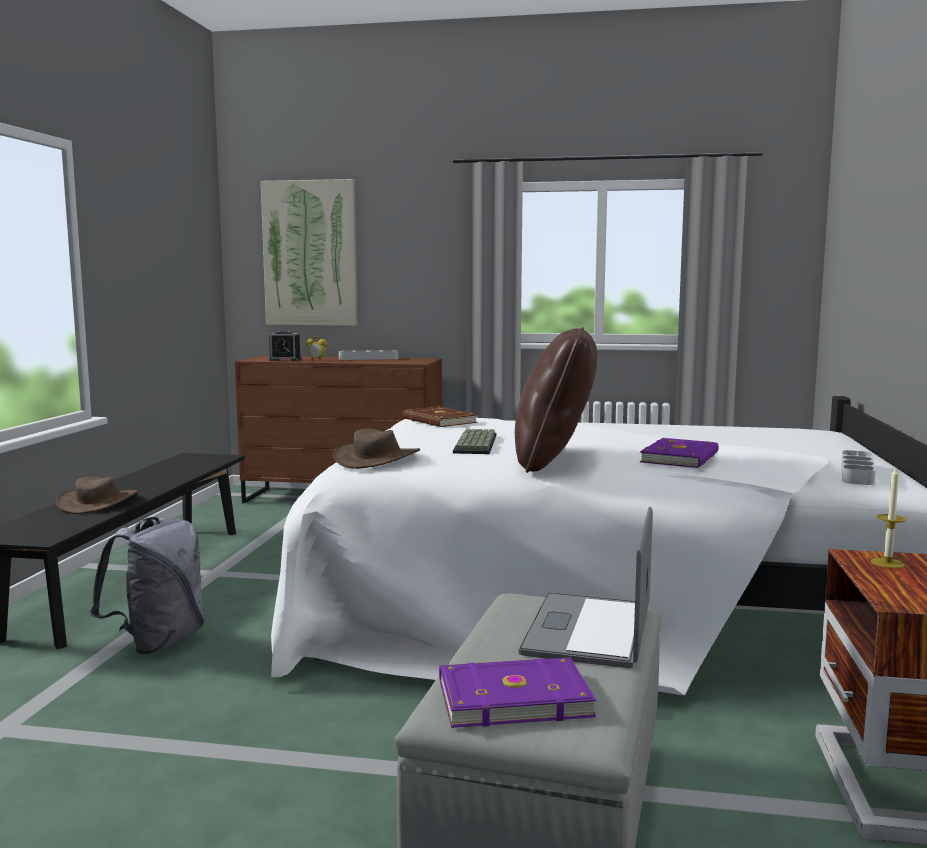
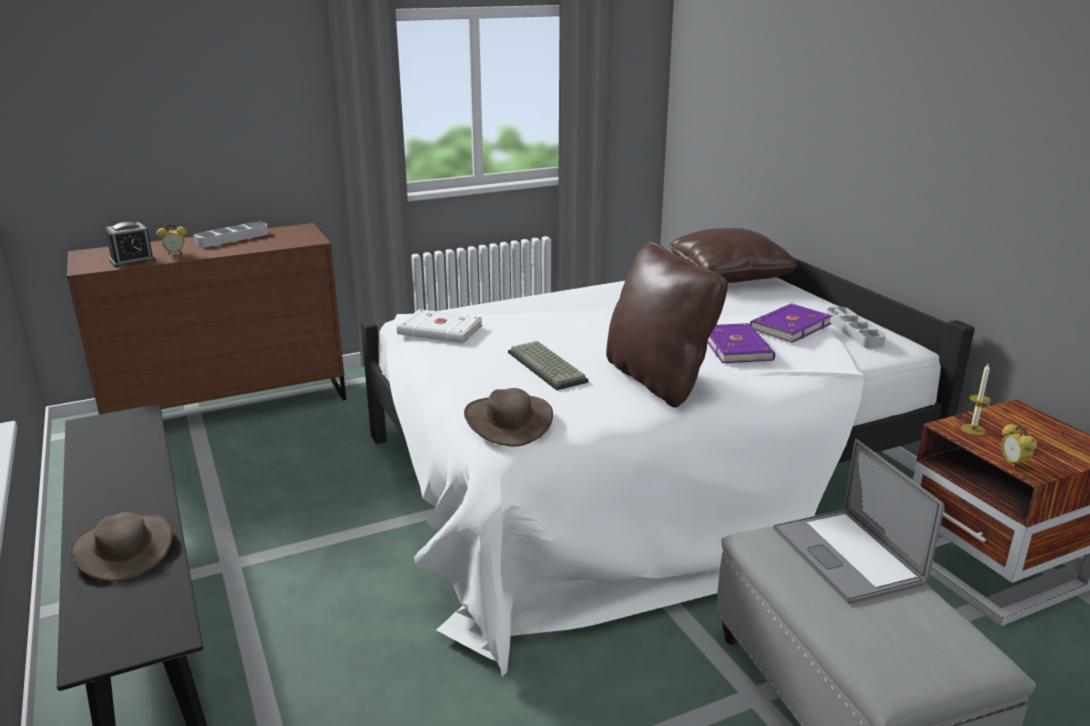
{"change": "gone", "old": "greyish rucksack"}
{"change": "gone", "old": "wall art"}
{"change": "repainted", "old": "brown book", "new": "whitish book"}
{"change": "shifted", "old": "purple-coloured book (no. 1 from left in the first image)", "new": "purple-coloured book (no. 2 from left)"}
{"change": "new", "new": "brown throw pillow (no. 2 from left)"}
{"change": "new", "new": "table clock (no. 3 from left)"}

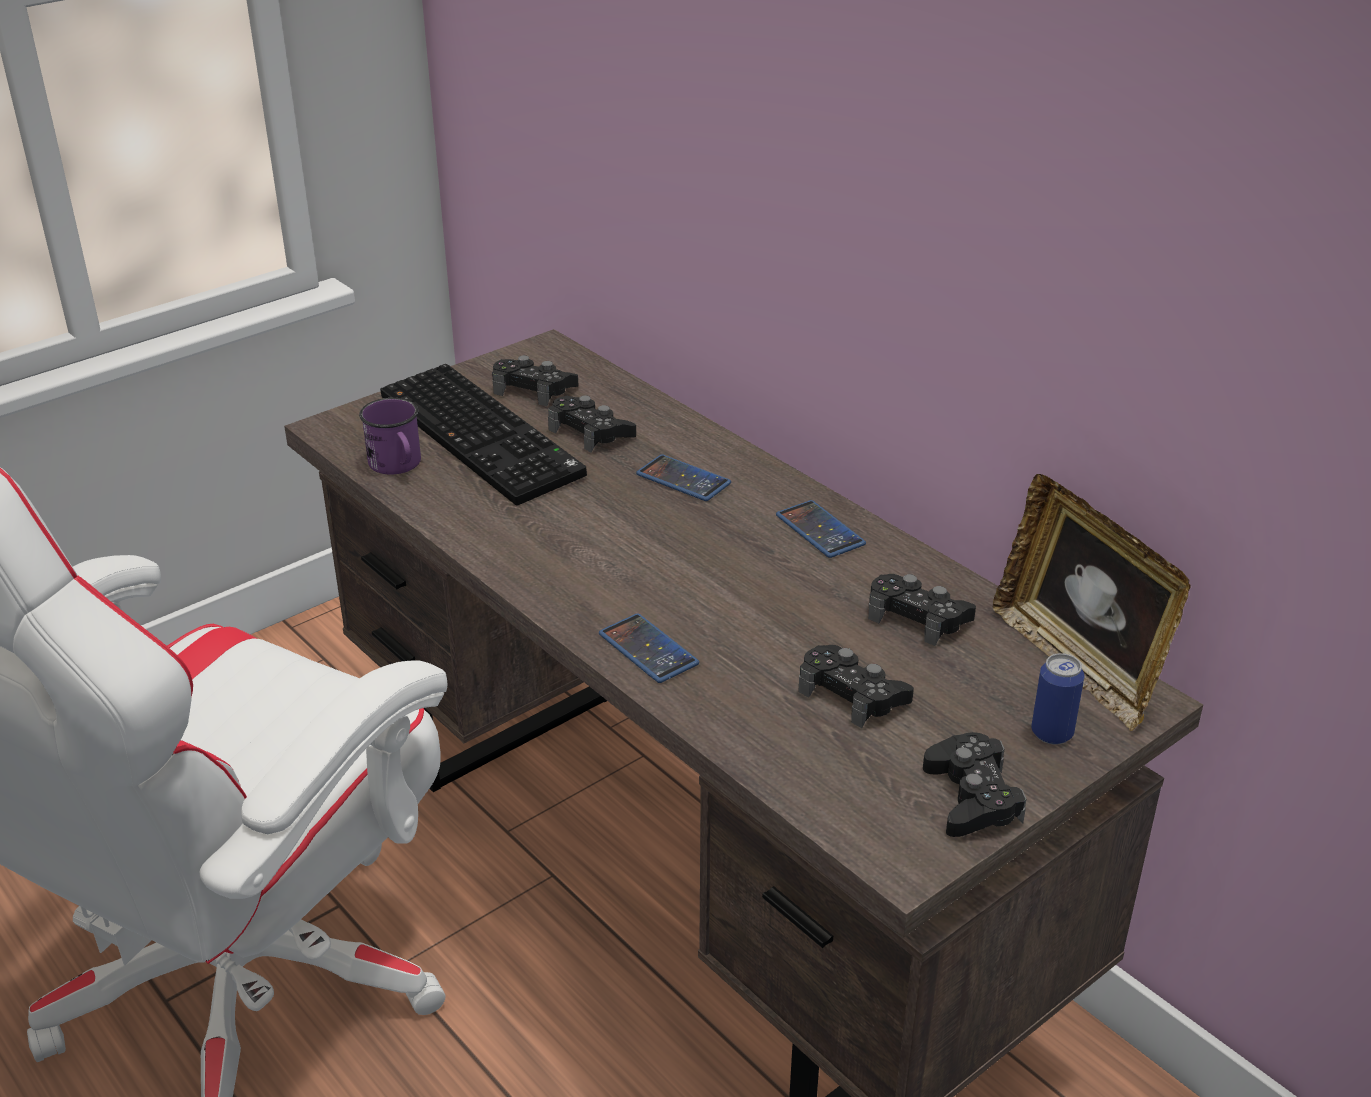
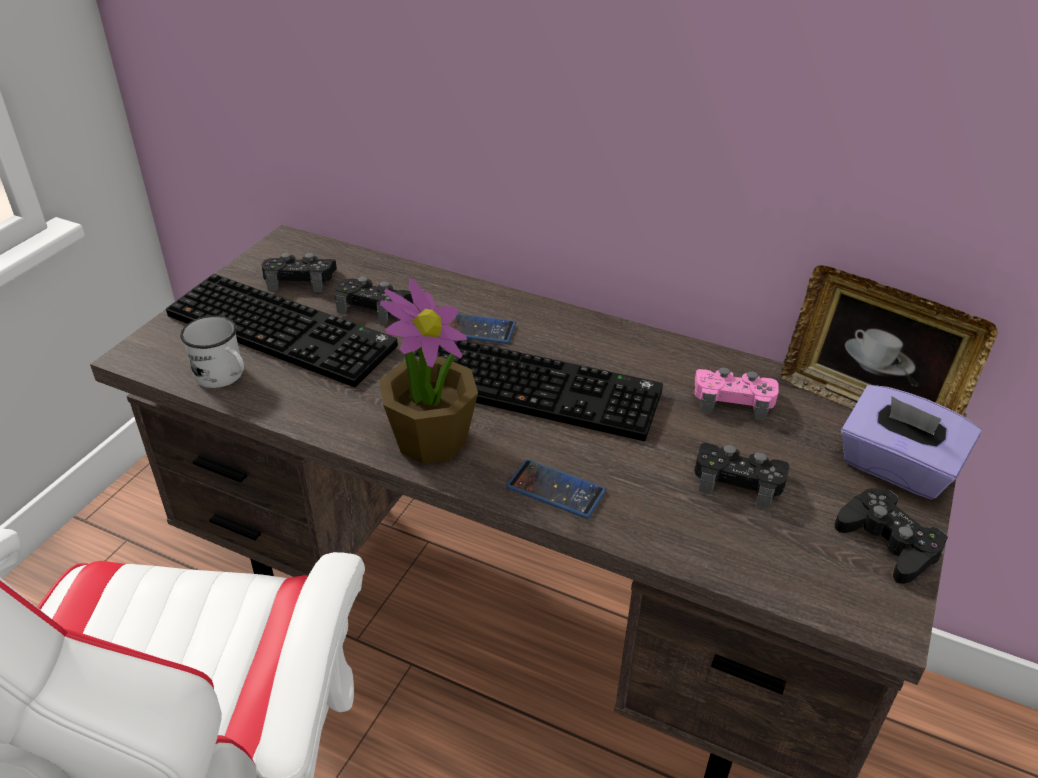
{"change": "repainted", "old": "purple-coloured coffee mug", "new": "whitish coffee mug"}
{"change": "gone", "old": "telephone (no. 3 from left)"}
{"change": "repainted", "old": "black-coloured joypad (no. 4 from left)", "new": "pink-coloured joypad"}
{"change": "swapped", "old": "sealed can", "new": "purple-coloured box of tissues"}
{"change": "new", "new": "potted plant"}
{"change": "new", "new": "computer keyboard (no. 2 from left)"}

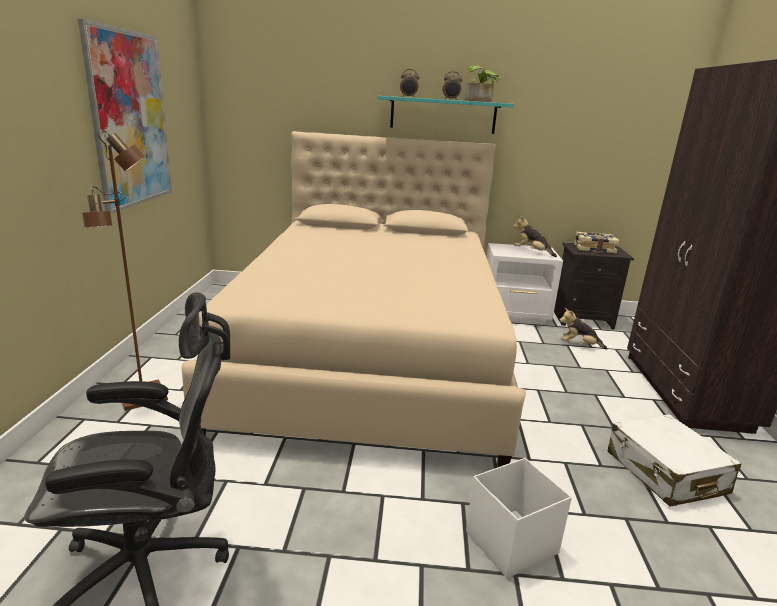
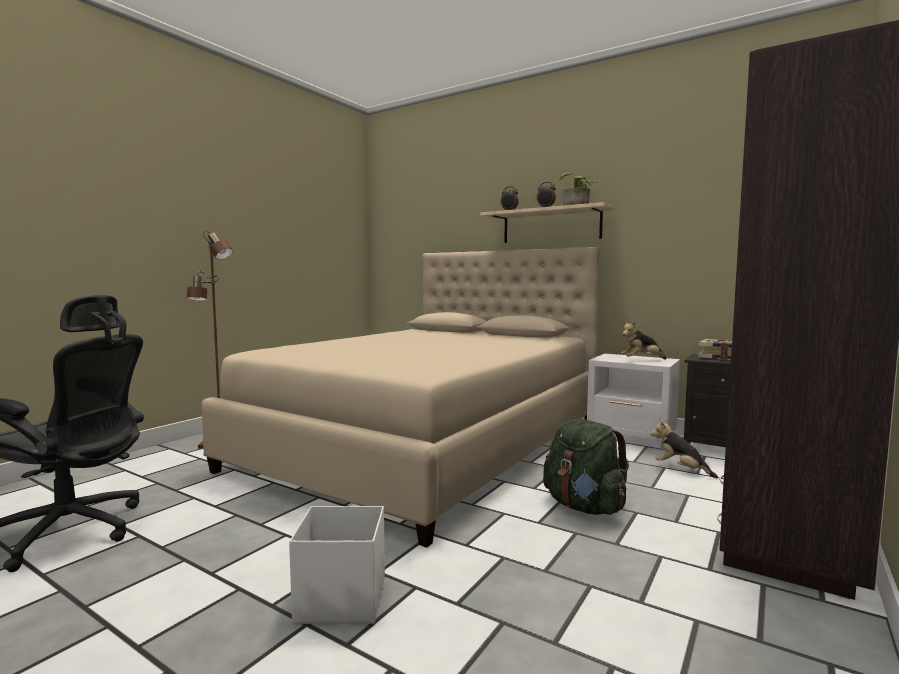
{"change": "gone", "old": "wall art"}
{"change": "repainted", "old": "turquoise-coloured wall shelf", "new": "sand-coloured wall shelf"}
{"change": "rotated", "old": "plush toy (no. 1 from left)", "degrees": -75}
{"change": "gone", "old": "whitish suitcase"}
{"change": "new", "new": "green rucksack"}

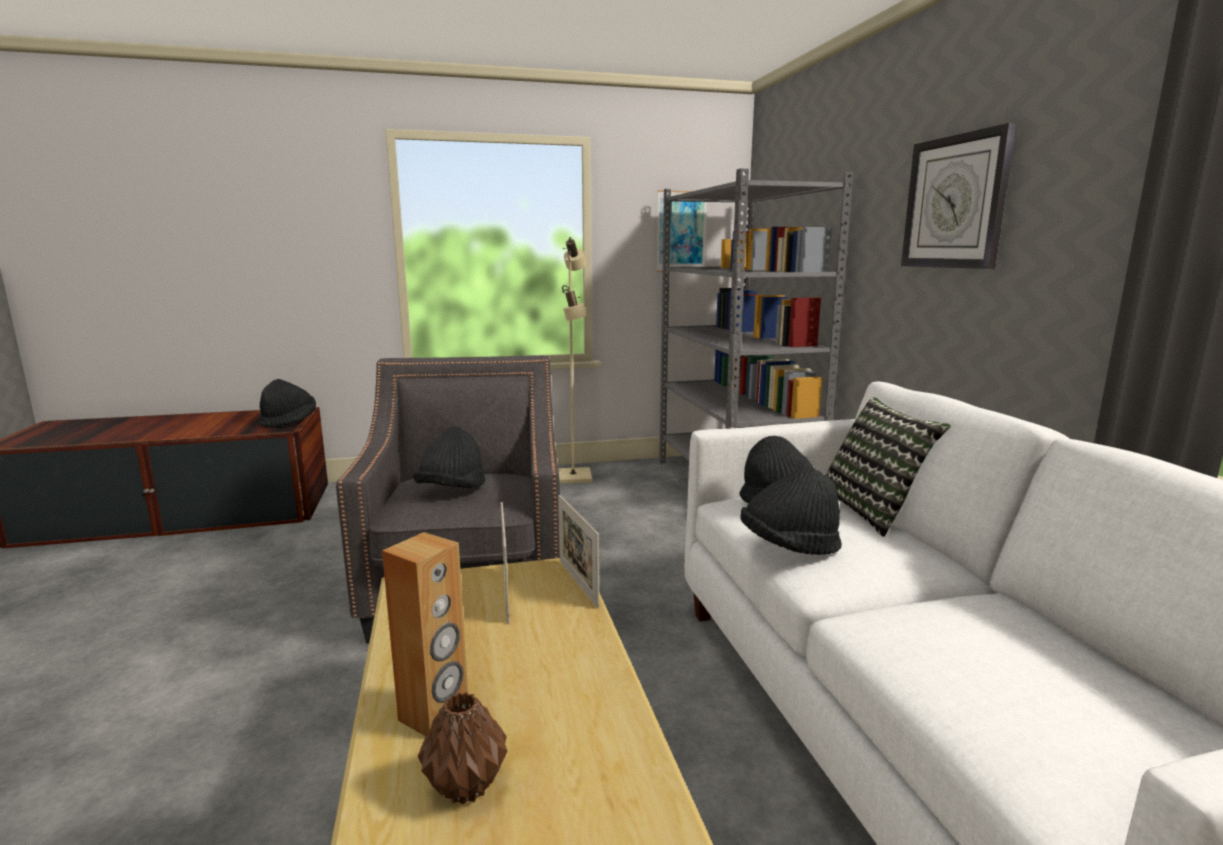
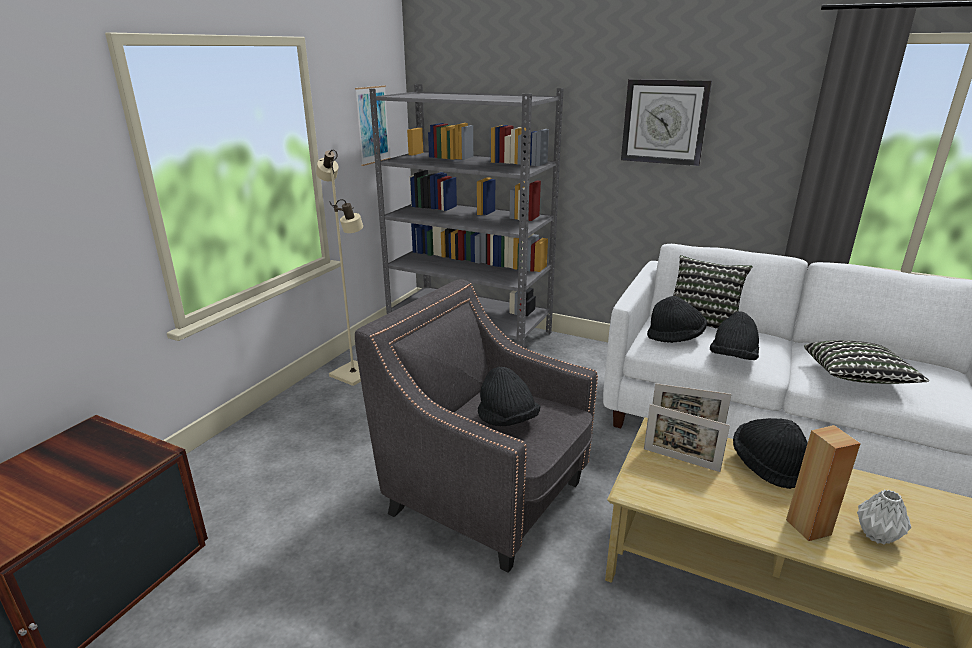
{"change": "shifted", "old": "black-coloured wearable hat (no. 1 from left in the first image)", "new": "black-coloured wearable hat (no. 4 from left)"}
{"change": "repainted", "old": "brown vase", "new": "greyish vase"}
{"change": "new", "new": "throw pillow (no. 2 from left)"}

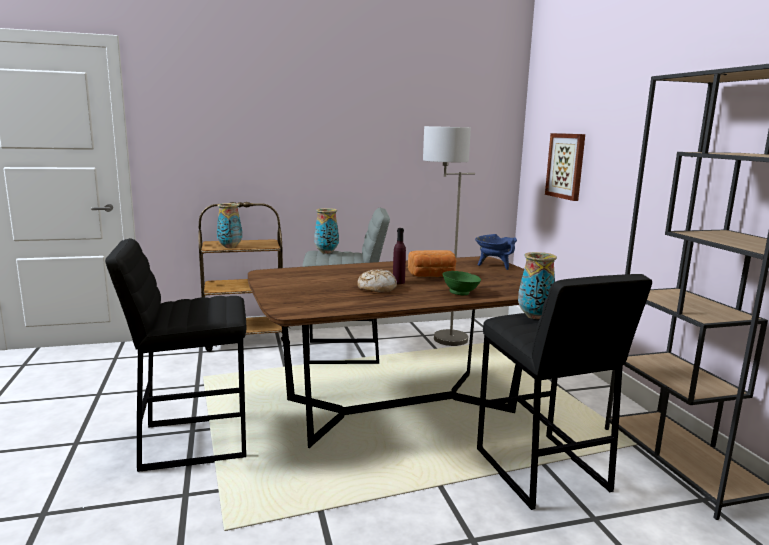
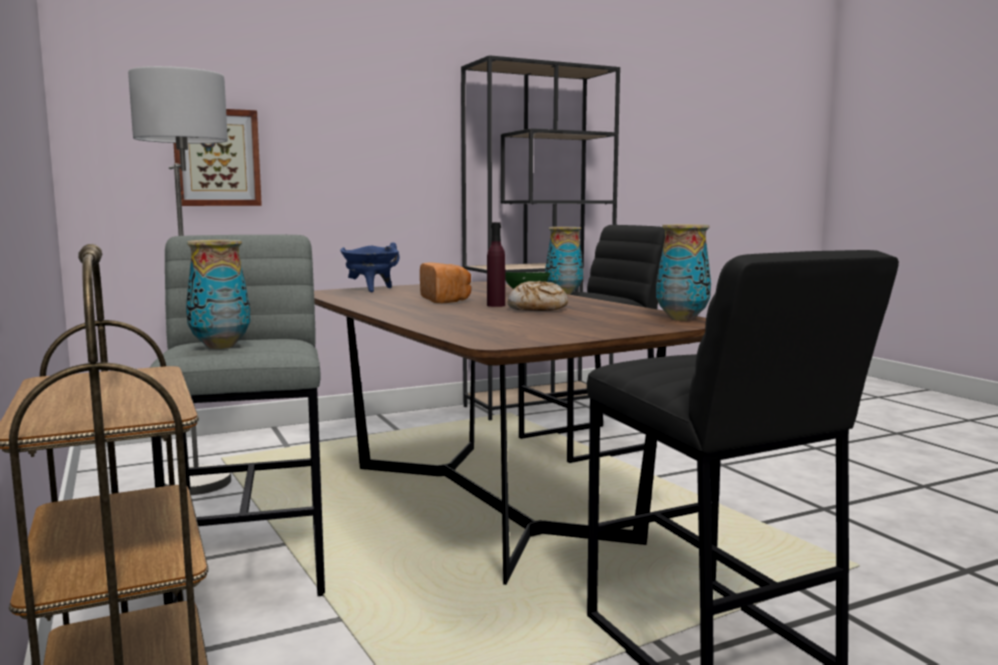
{"change": "shifted", "old": "vase (no. 1 from left in the first image)", "new": "vase (no. 3 from left)"}

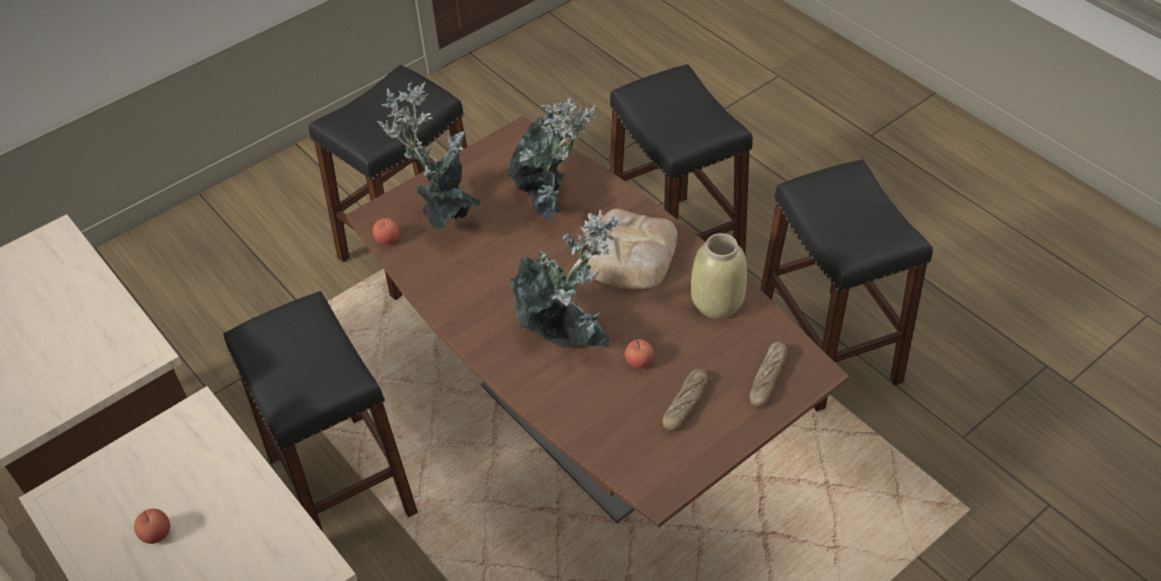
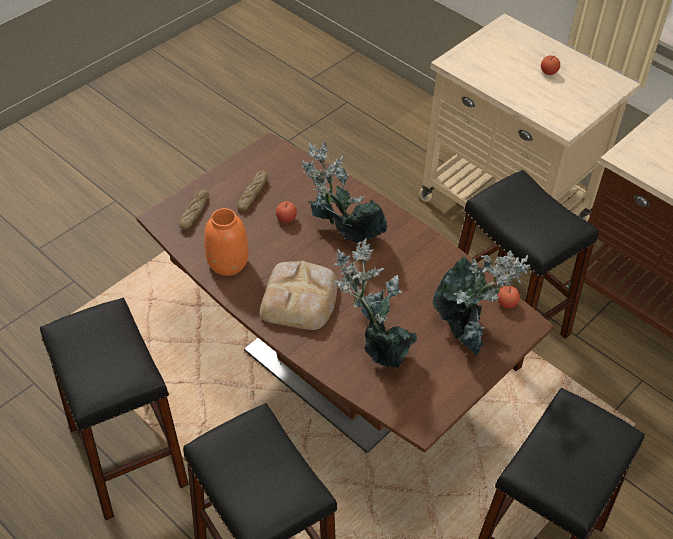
{"change": "repainted", "old": "sand-coloured vase", "new": "orangey vase"}

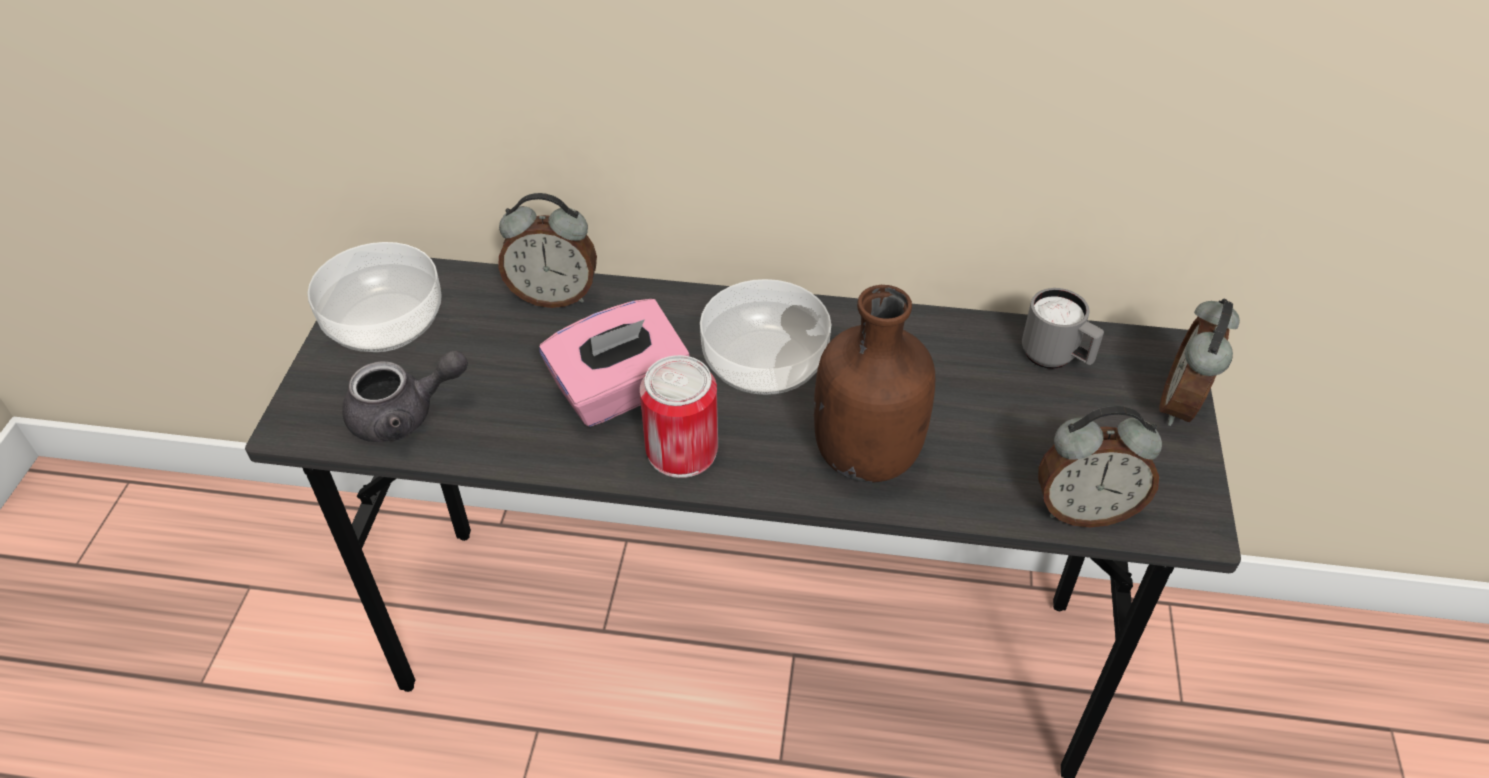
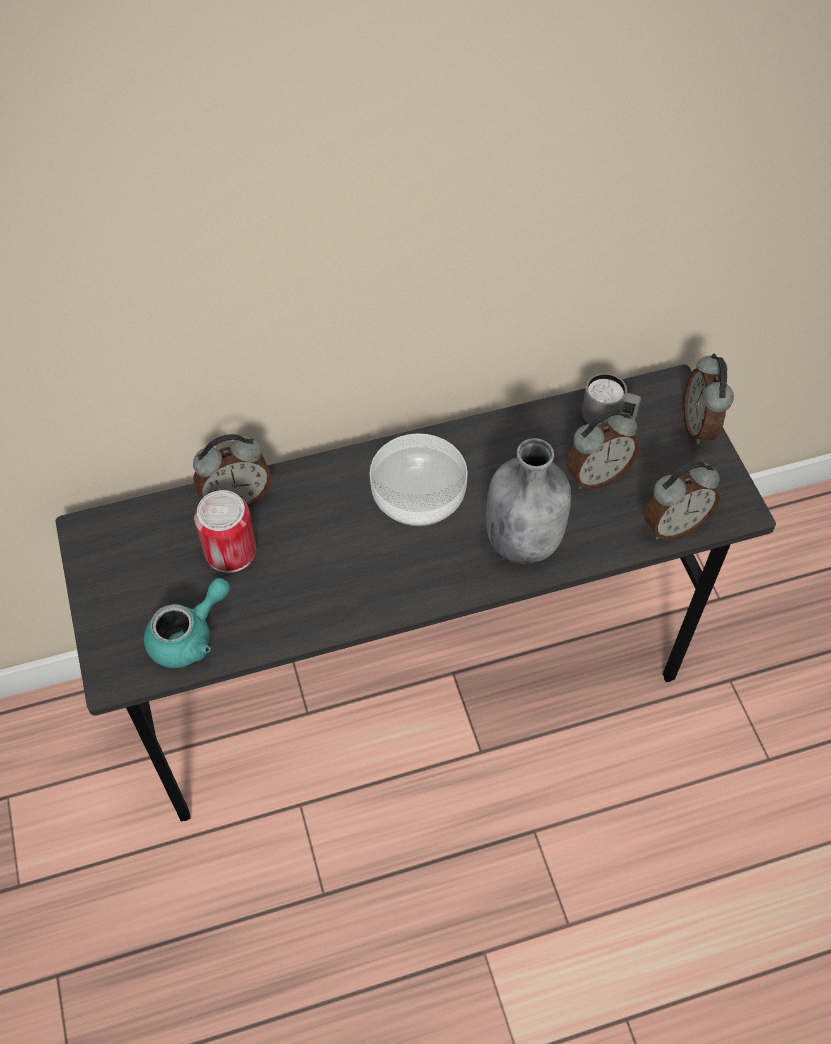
{"change": "gone", "old": "bowl (no. 1 from left)"}
{"change": "repainted", "old": "greyish pot for tea", "new": "turquoise-coloured pot for tea"}
{"change": "gone", "old": "pink-coloured box of tissues"}
{"change": "shifted", "old": "sealed can"}
{"change": "repainted", "old": "brown drink bottle", "new": "greyish drink bottle"}
{"change": "new", "new": "table clock (no. 2 from left)"}

